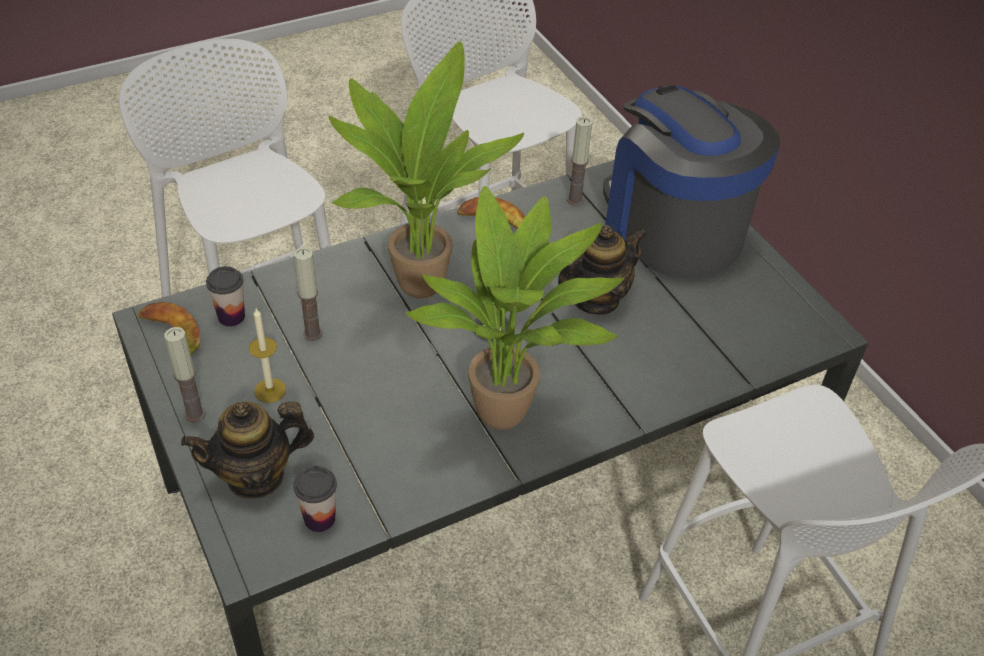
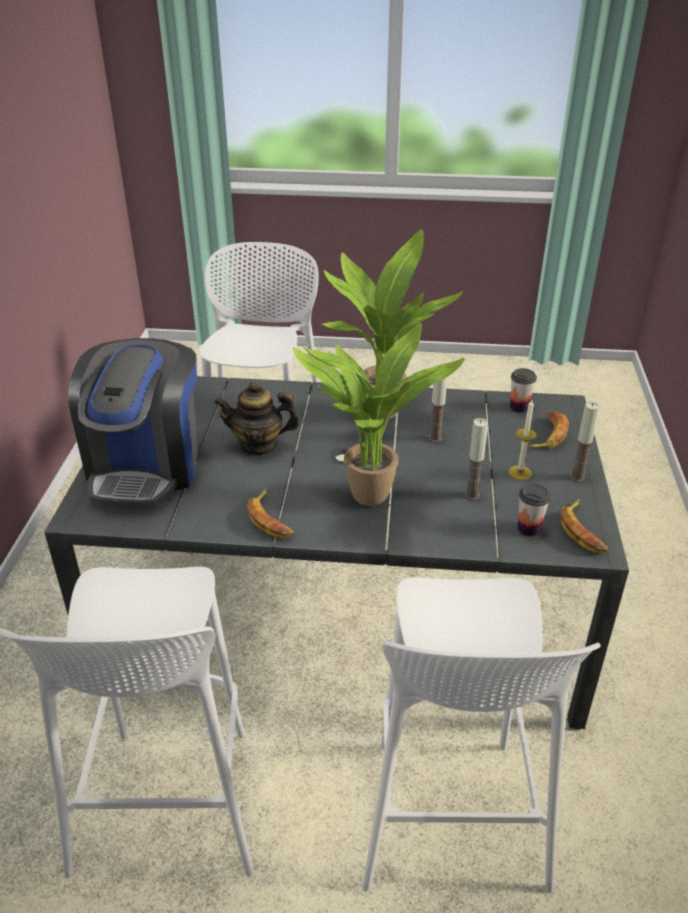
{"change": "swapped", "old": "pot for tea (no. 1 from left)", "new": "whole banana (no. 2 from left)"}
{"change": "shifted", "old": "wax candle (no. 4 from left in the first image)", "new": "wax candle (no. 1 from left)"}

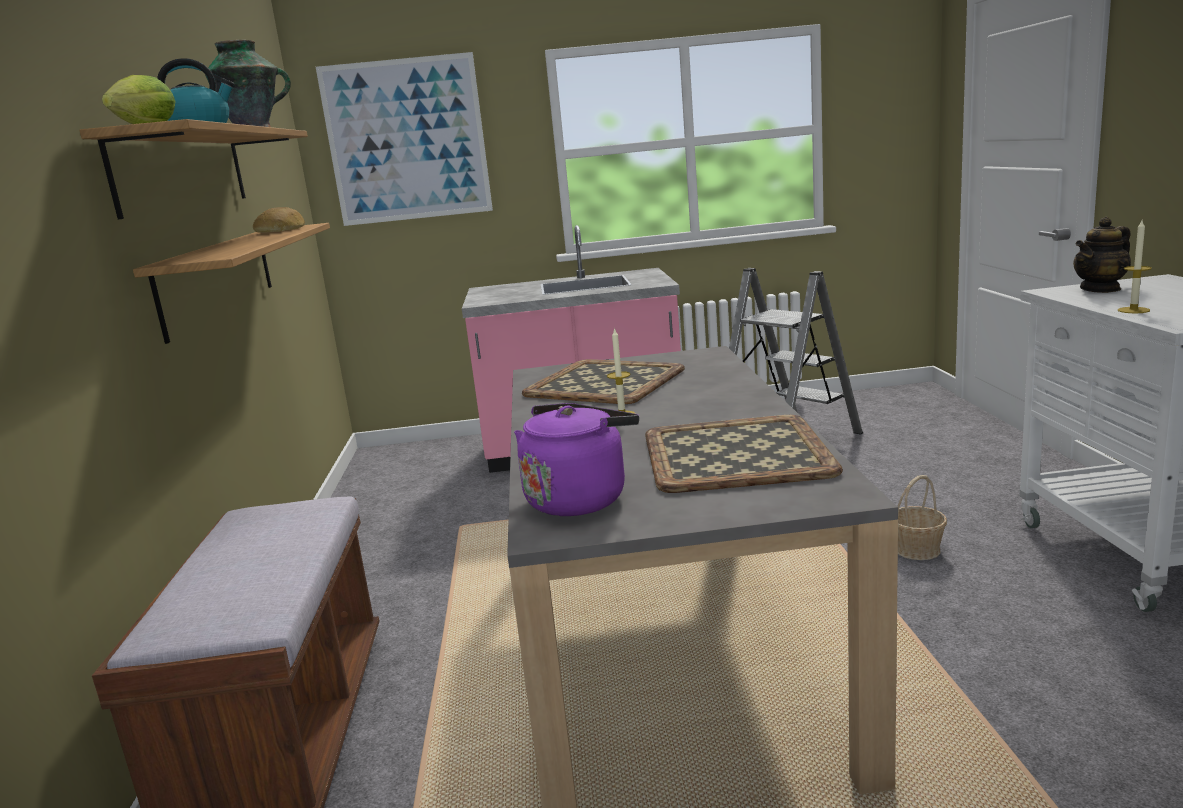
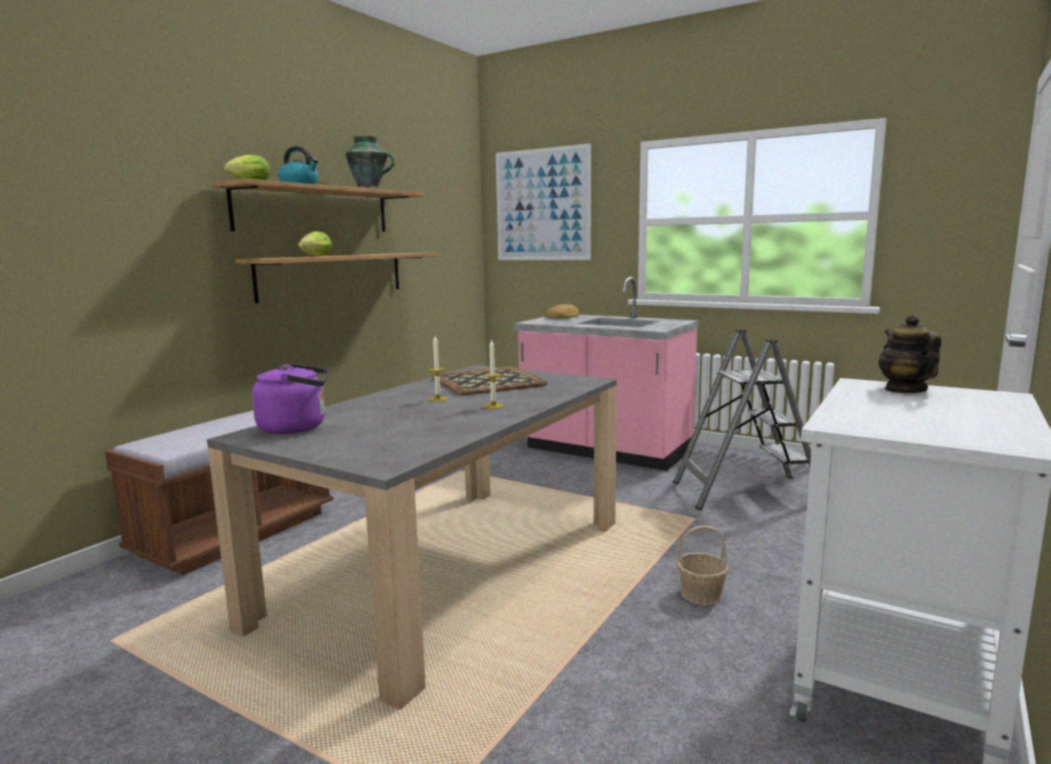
{"change": "shifted", "old": "bakery bread"}
{"change": "gone", "old": "carrying tray (no. 2 from left)"}
{"change": "rotated", "old": "pot for tea", "degrees": 75}
{"change": "shifted", "old": "wax candle (no. 2 from left)"}
{"change": "new", "new": "lettuce (no. 2 from left)"}

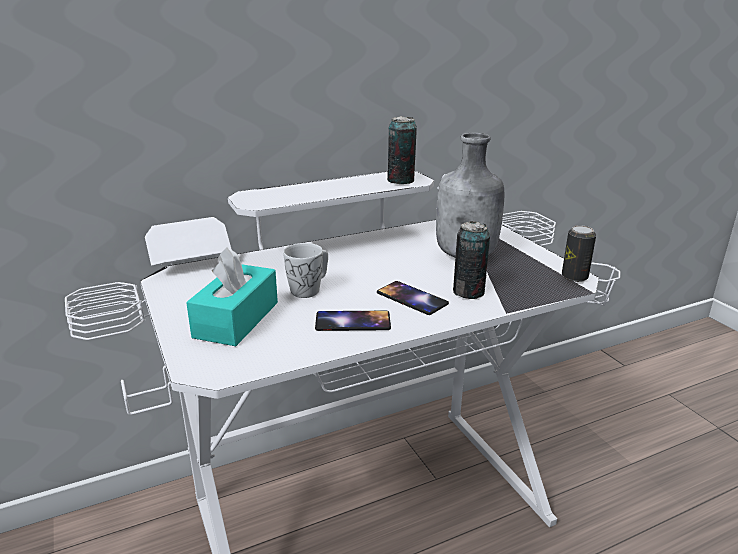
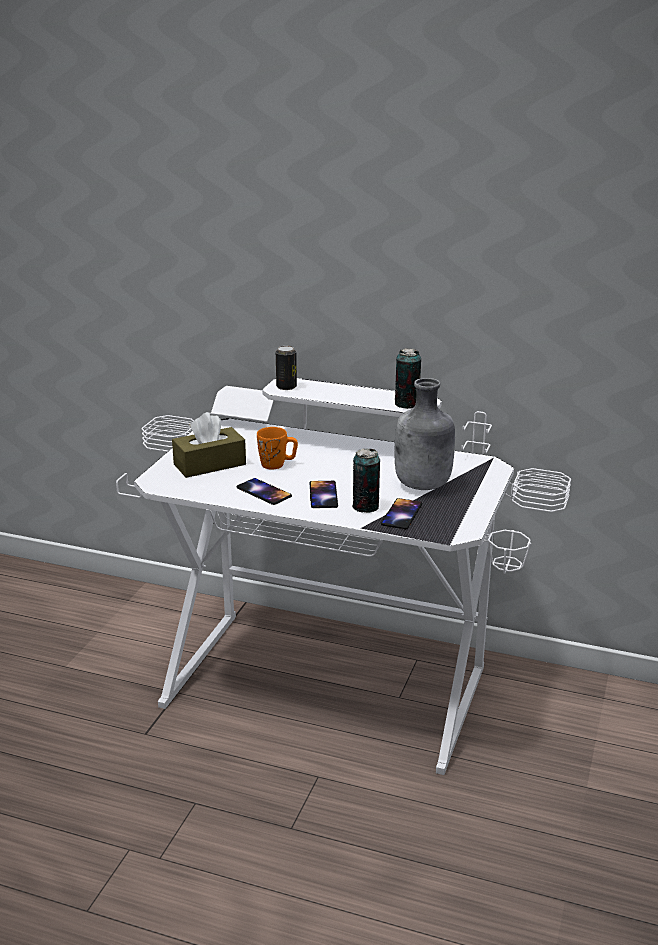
{"change": "repainted", "old": "turquoise-coloured box of tissues", "new": "brown box of tissues"}
{"change": "repainted", "old": "whitish coffee mug", "new": "orangey coffee mug"}
{"change": "shifted", "old": "sealed can (no. 3 from left in the first image)", "new": "sealed can (no. 1 from left)"}
{"change": "new", "new": "telephone (no. 3 from left)"}

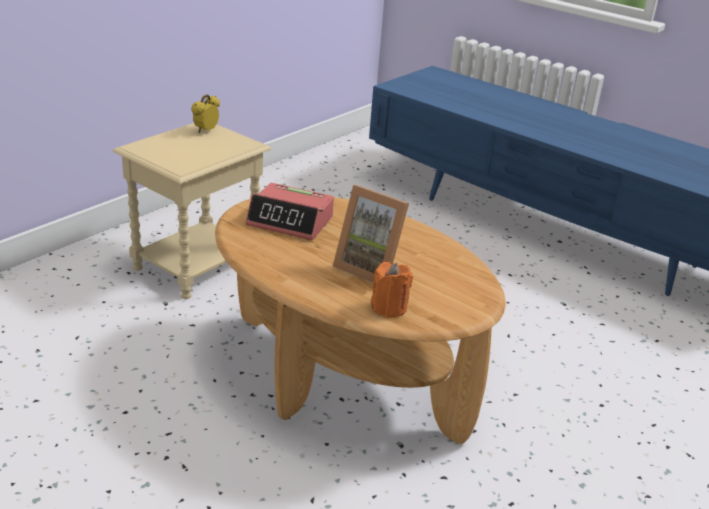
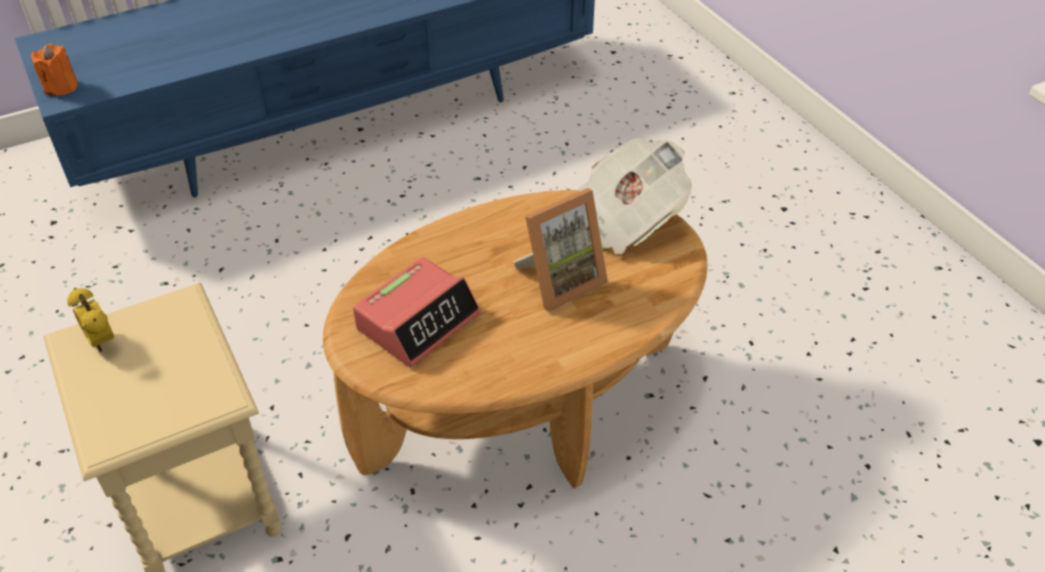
{"change": "shifted", "old": "orangey wax candle"}
{"change": "new", "new": "newspaper"}

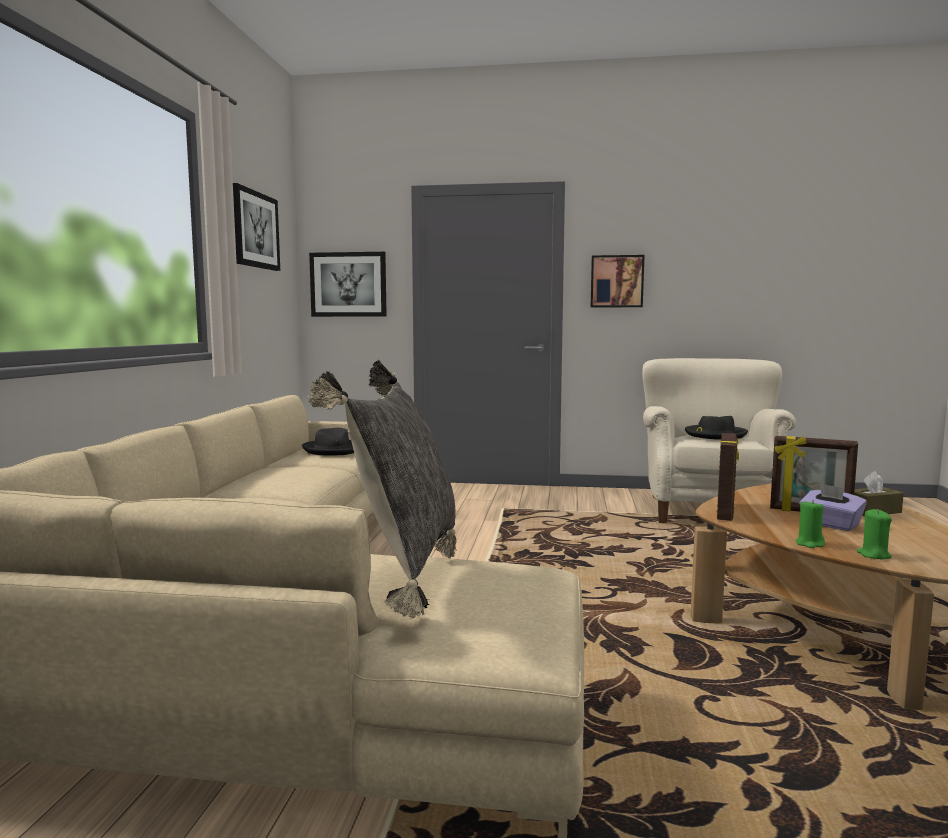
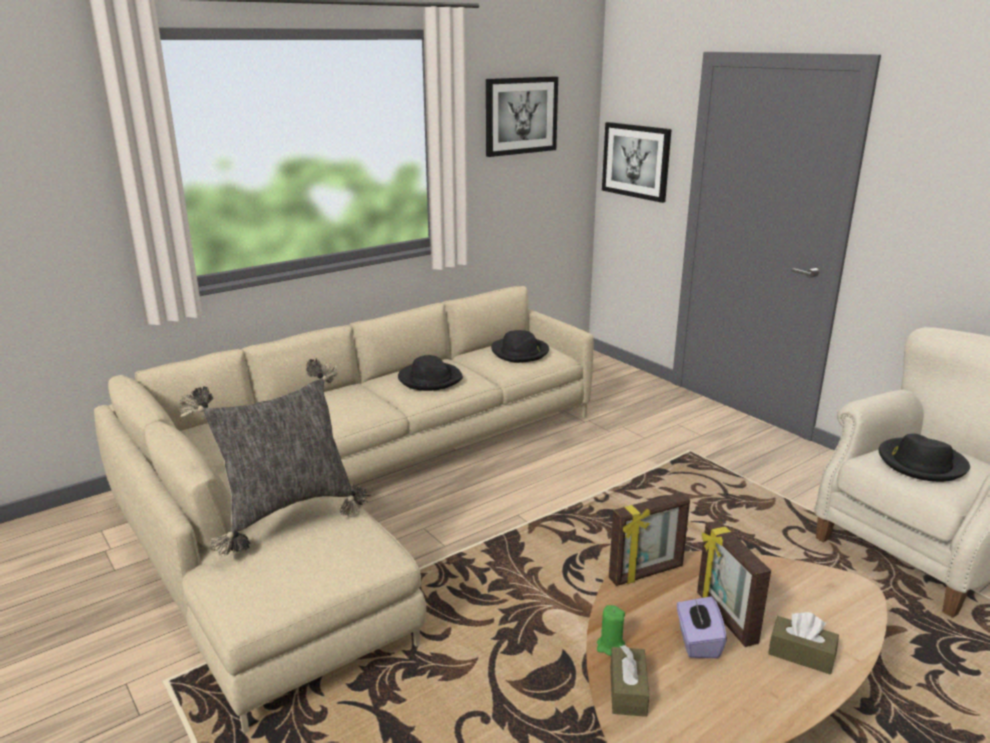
{"change": "gone", "old": "wall art (no. 3 from left)"}
{"change": "swapped", "old": "green wax candle (no. 2 from left)", "new": "brown box of tissues (no. 1 from left)"}
{"change": "new", "new": "black-coloured wearable hat (no. 1 from left)"}

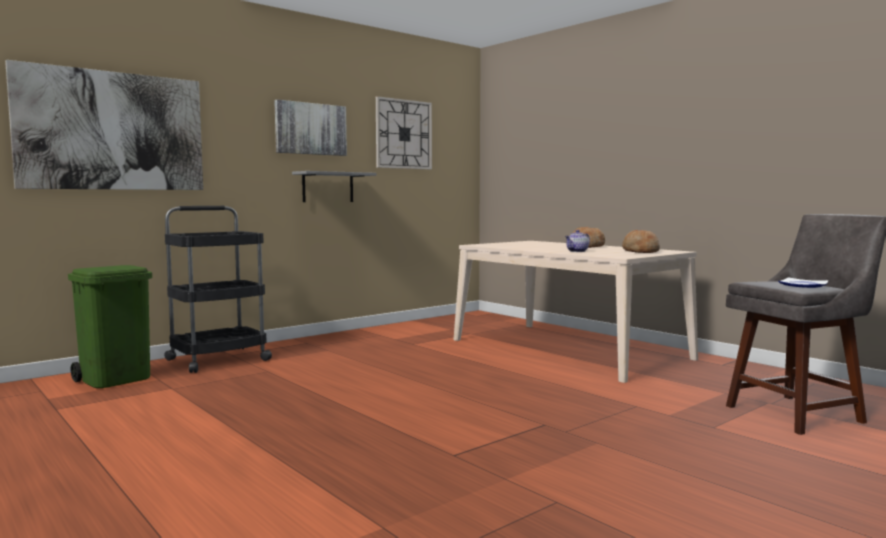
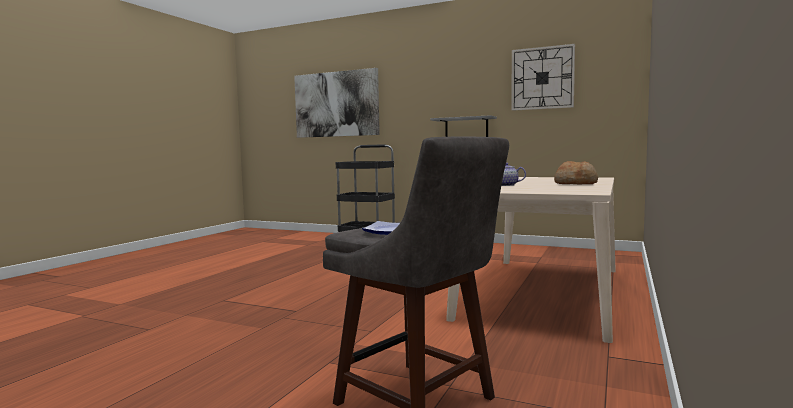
{"change": "gone", "old": "green trash can"}
{"change": "gone", "old": "wall art (no. 2 from left)"}
{"change": "gone", "old": "bakery bread (no. 2 from left)"}

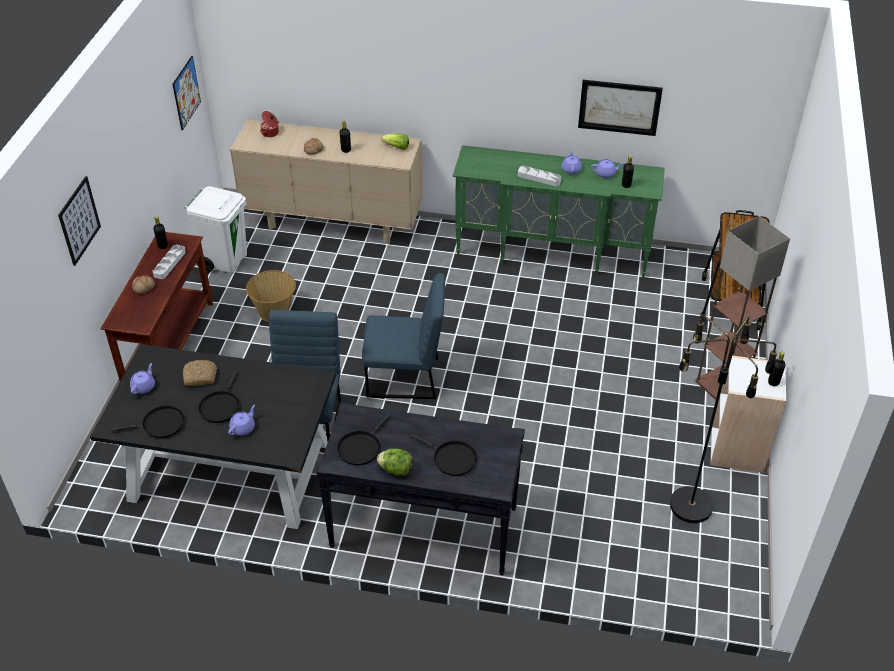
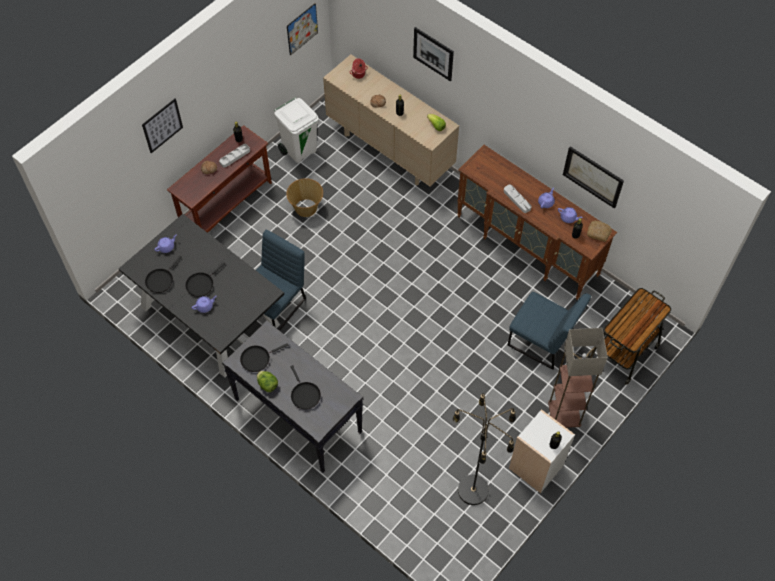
{"change": "rotated", "old": "black-coloured pan (no. 1 from left)", "degrees": 105}
{"change": "shifted", "old": "bakery bread (no. 2 from left in the first image)", "new": "bakery bread (no. 3 from left)"}
{"change": "shifted", "old": "blue-coloured upright chair (no. 2 from left)"}
{"change": "repainted", "old": "green storage cabinet", "new": "brown storage cabinet"}
{"change": "new", "new": "wall art (no. 3 from left)"}

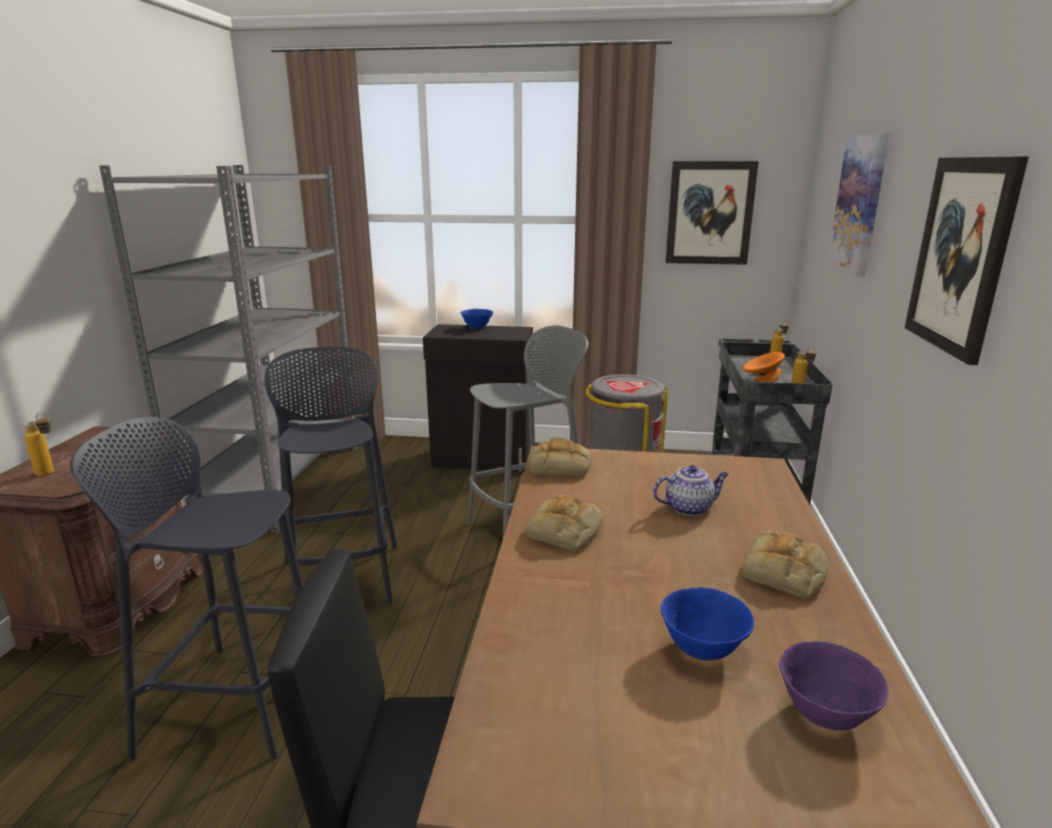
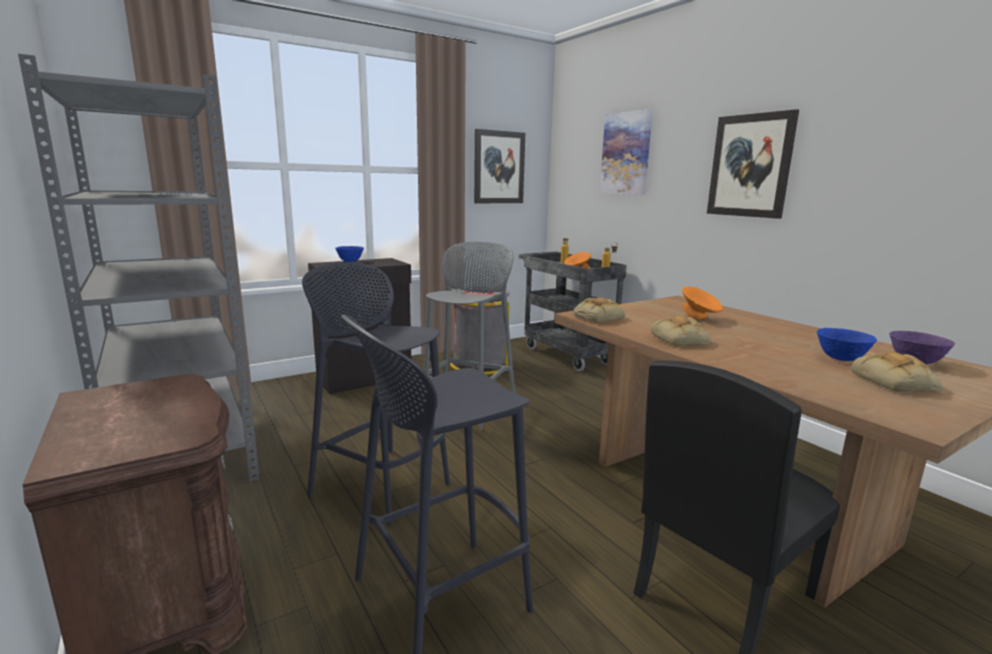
{"change": "gone", "old": "drink bottle (no. 1 from left)"}
{"change": "swapped", "old": "pot for tea", "new": "orangey bowl (no. 2 from left)"}
{"change": "shifted", "old": "bakery bread (no. 3 from left)"}

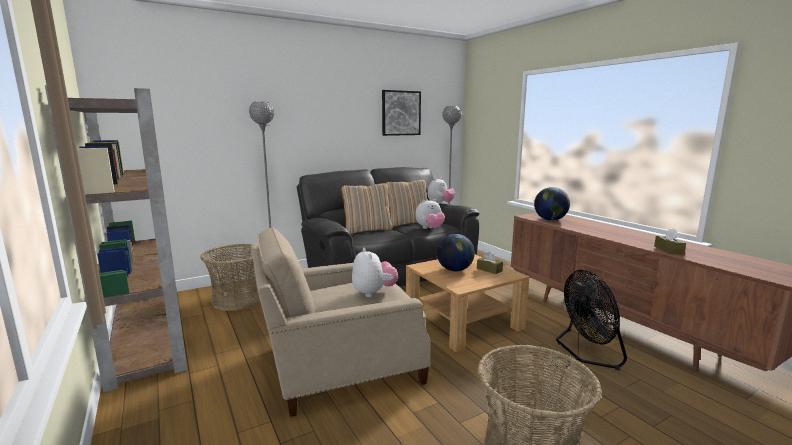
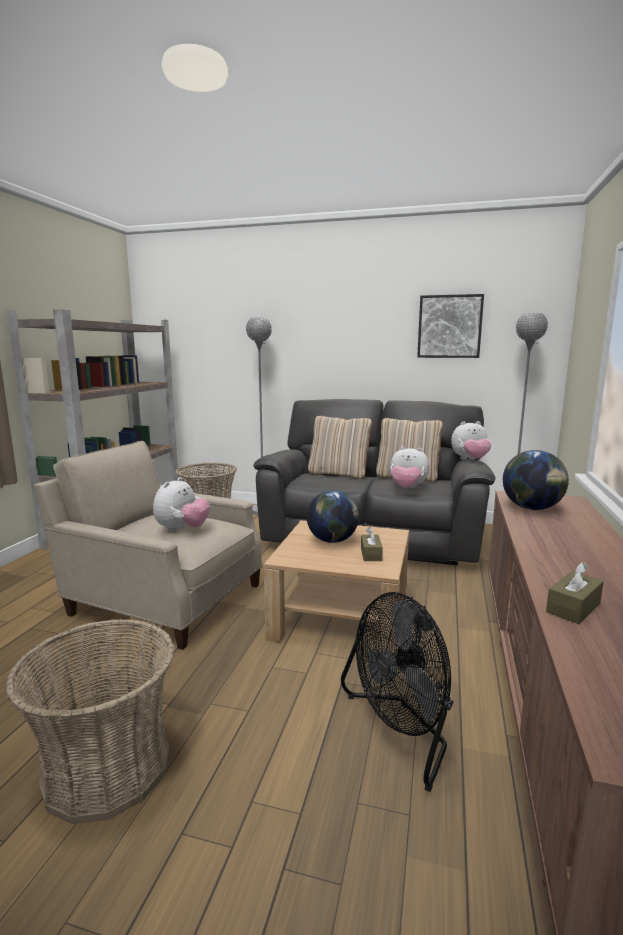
{"change": "rotated", "old": "black-coloured fan", "degrees": 120}

